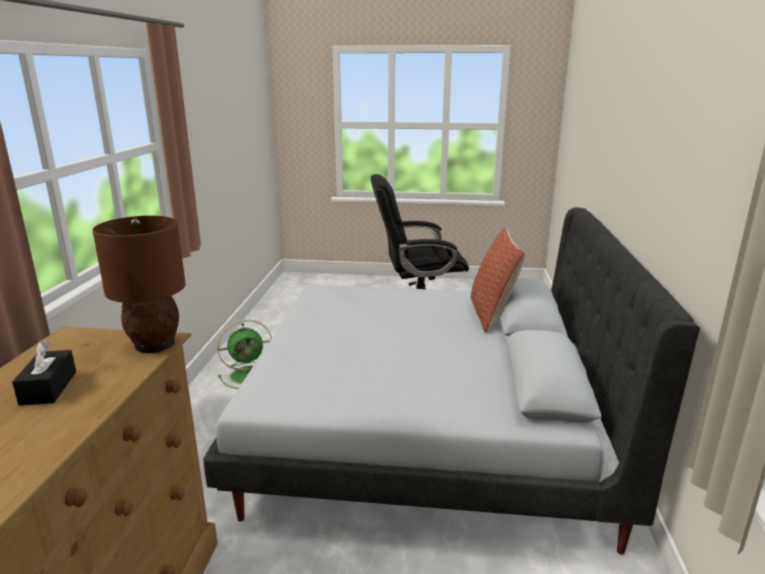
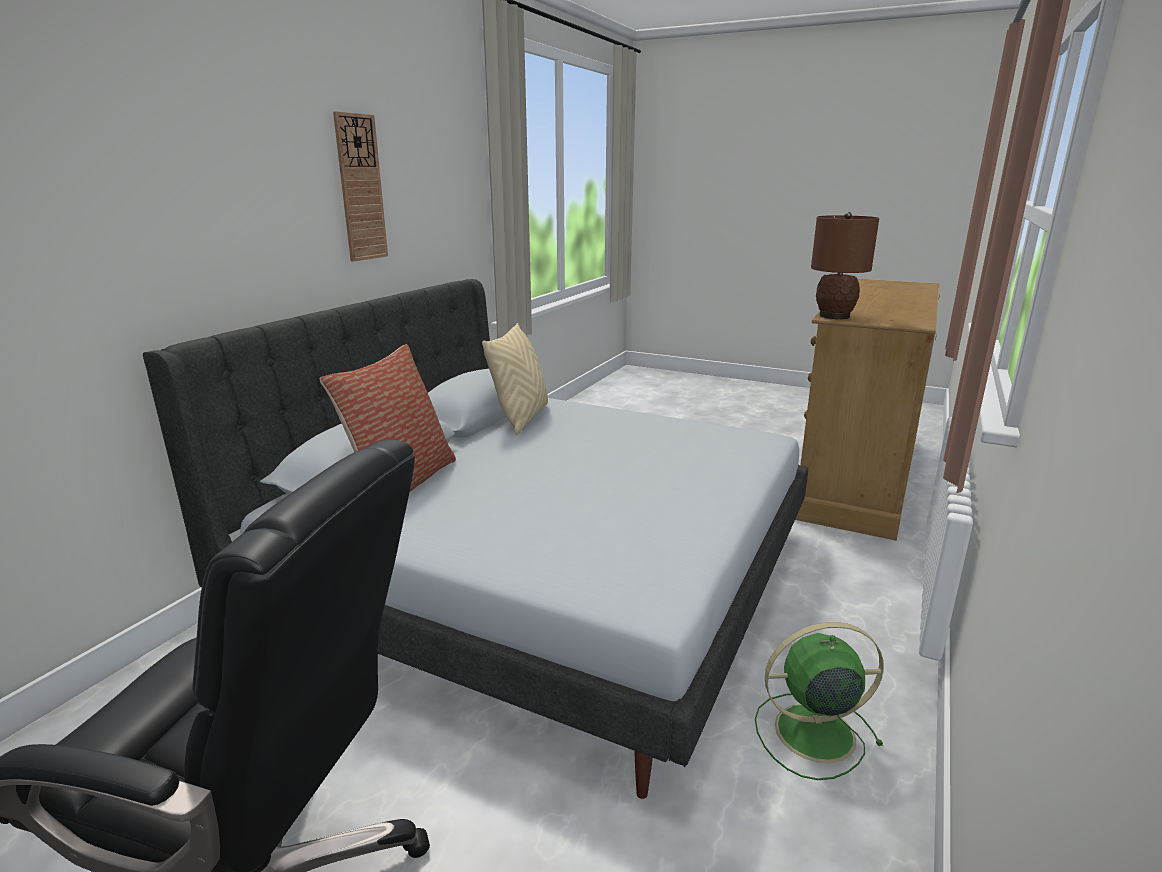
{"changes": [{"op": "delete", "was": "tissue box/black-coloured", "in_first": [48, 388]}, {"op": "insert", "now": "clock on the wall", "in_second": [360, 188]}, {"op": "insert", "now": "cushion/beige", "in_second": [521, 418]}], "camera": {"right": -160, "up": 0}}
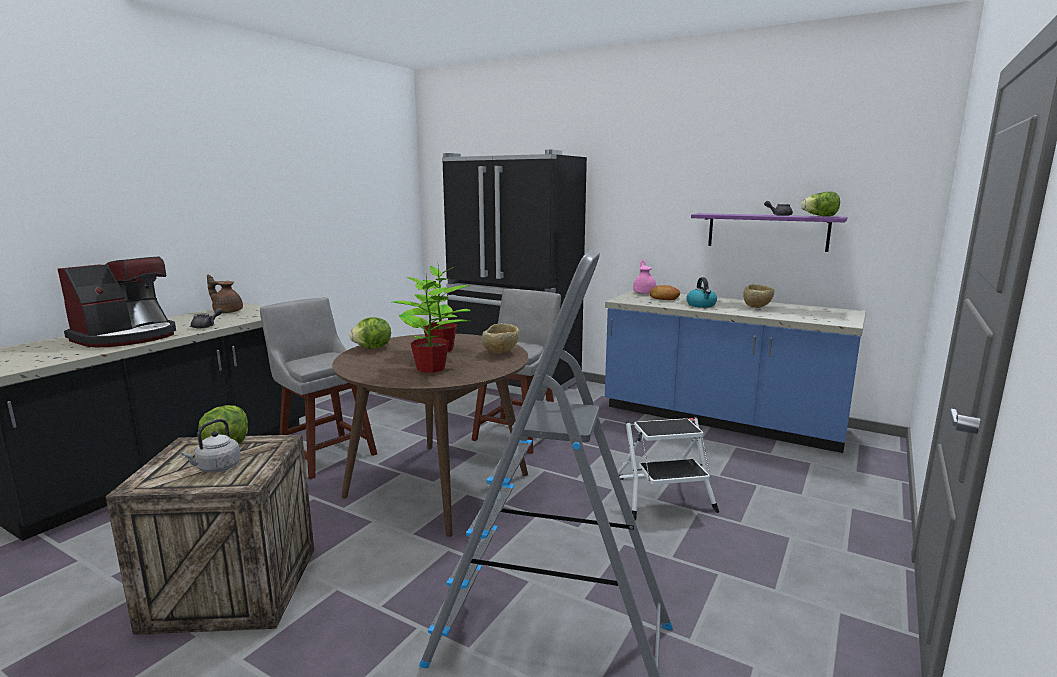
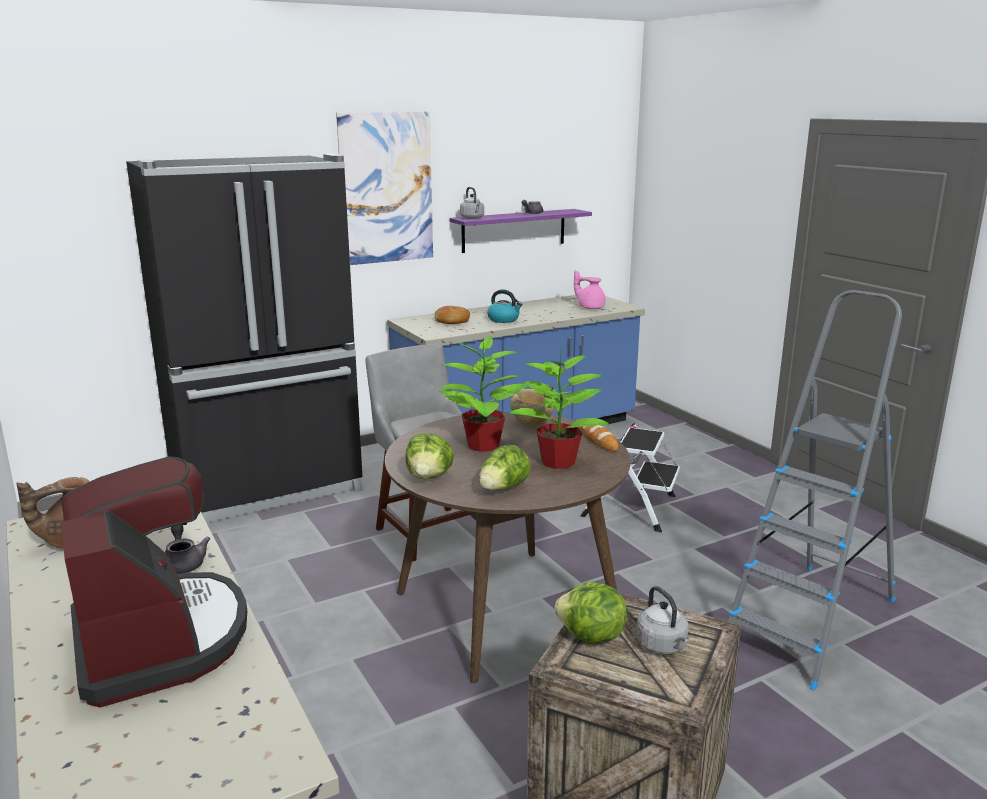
{"changes": [{"op": "move", "was": "head of lettuce", "in_first": [819, 216], "in_second": [503, 489]}, {"op": "move", "was": "teapot/pinkish", "in_first": [644, 292], "in_second": [590, 307]}, {"op": "delete", "was": "deep dish/beige", "in_first": [757, 307]}, {"op": "delete", "was": "upright chair/grey", "in_first": [325, 454]}, {"op": "insert", "now": "picture", "in_second": [386, 188]}, {"op": "insert", "now": "kettle/grey", "in_second": [472, 218]}, {"op": "insert", "now": "baked bread", "in_second": [598, 439]}], "camera": {"right": -60, "up": 5}}
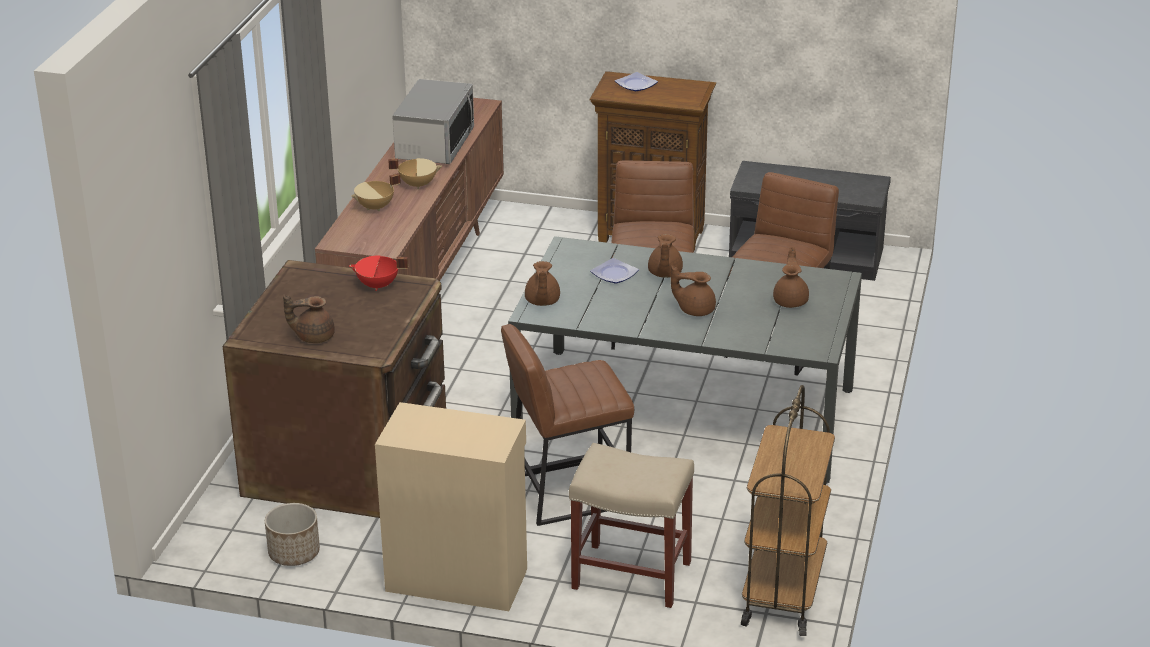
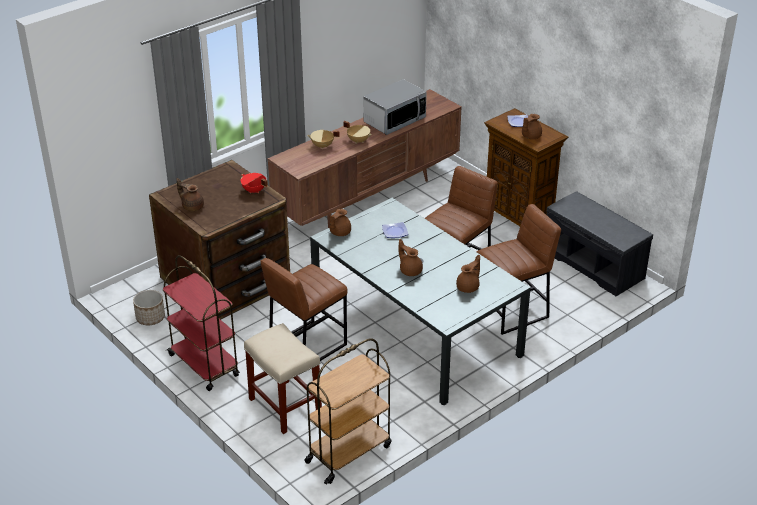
{"changes": [{"op": "move", "was": "teapot/brownish", "in_first": [664, 273], "in_second": [530, 136]}, {"op": "rotate", "was": "upright chair/brownish", "in_first": [567, 492], "in_second": [307, 346], "clockwise": -60}, {"op": "replace", "was": "storage cabinet/beige", "now": "wheeled cart/reddish", "in_first": [456, 578], "in_second": [204, 366]}], "camera": {"right": 35, "up": 5}}
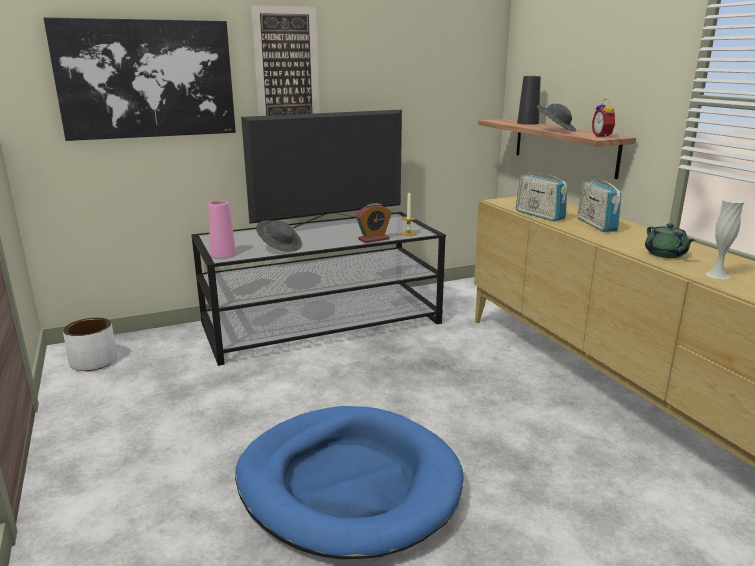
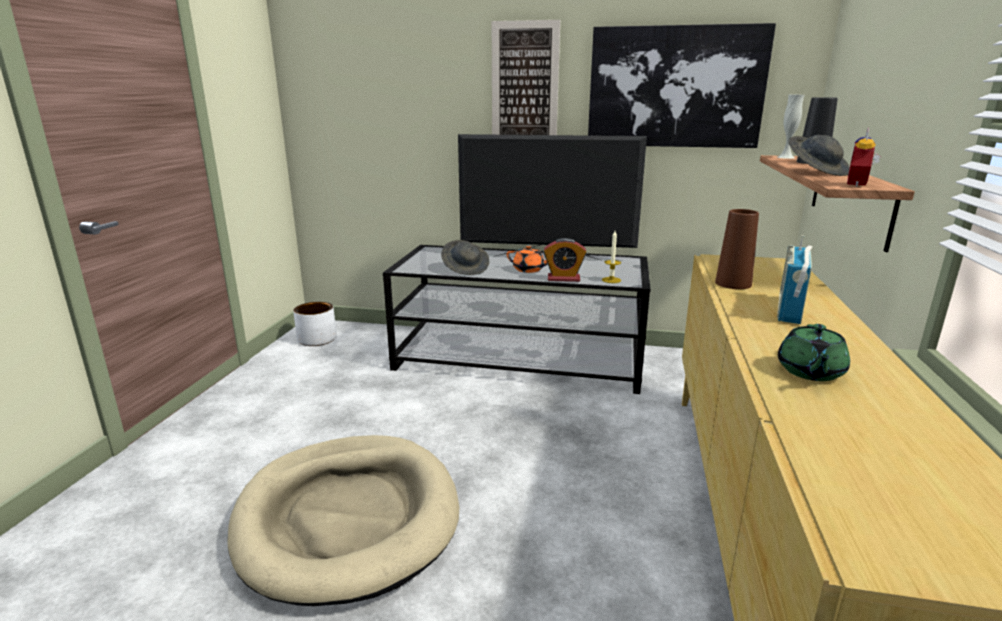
{"changes": [{"op": "move", "was": "picture", "in_first": [147, 79], "in_second": [675, 87]}, {"op": "replace", "was": "radio", "now": "flower vase/brownish", "in_first": [539, 215], "in_second": [733, 283]}, {"op": "move", "was": "flower vase/whitish", "in_first": [717, 275], "in_second": [785, 157]}, {"op": "delete", "was": "flower vase/pinkish", "in_first": [223, 254]}, {"op": "recolor", "was": "dog bed/bluish", "now": "dog bed/beige", "in_first": [348, 484], "in_second": [348, 518]}, {"op": "insert", "now": "teapot/orangey", "in_second": [529, 270]}], "camera": {"right": 35, "up": 0}}
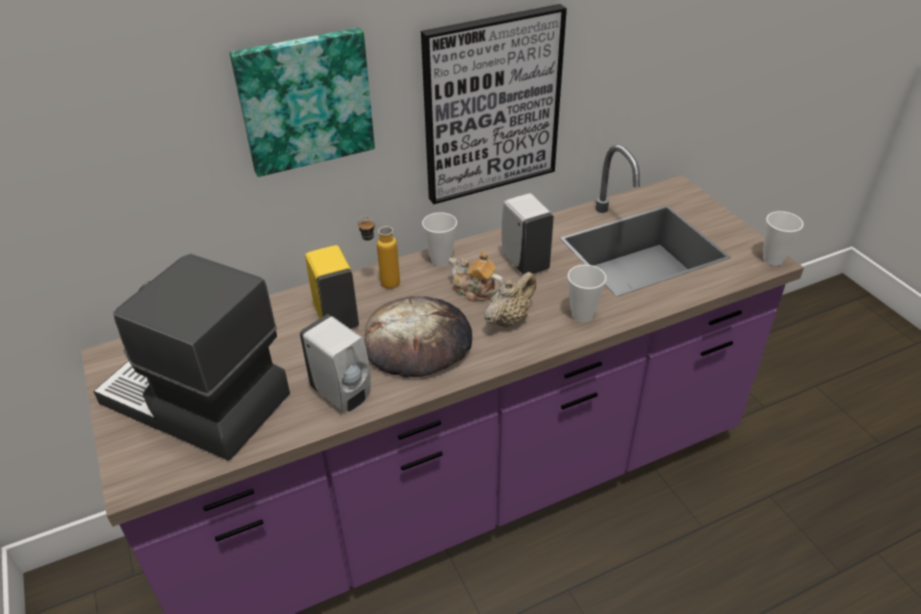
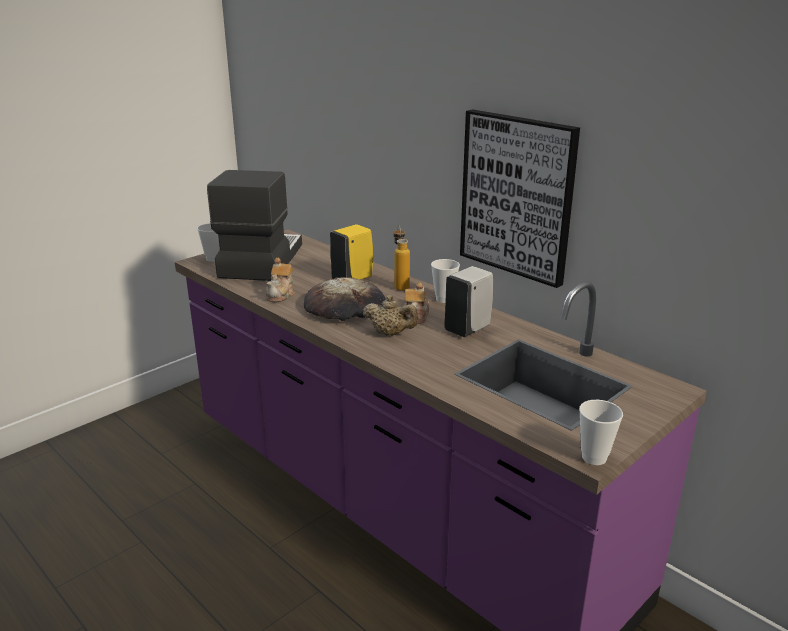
{"changes": [{"op": "delete", "was": "picture", "in_first": [305, 101]}, {"op": "move", "was": "cup", "in_first": [582, 315], "in_second": [213, 259]}, {"op": "replace", "was": "soap bottle/whitish", "now": "teapot", "in_first": [343, 395], "in_second": [281, 295]}], "camera": {"right": 70, "up": -15}}
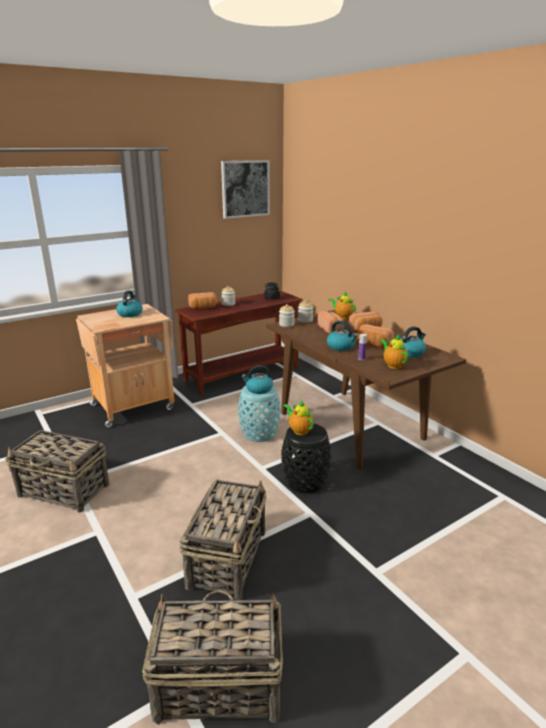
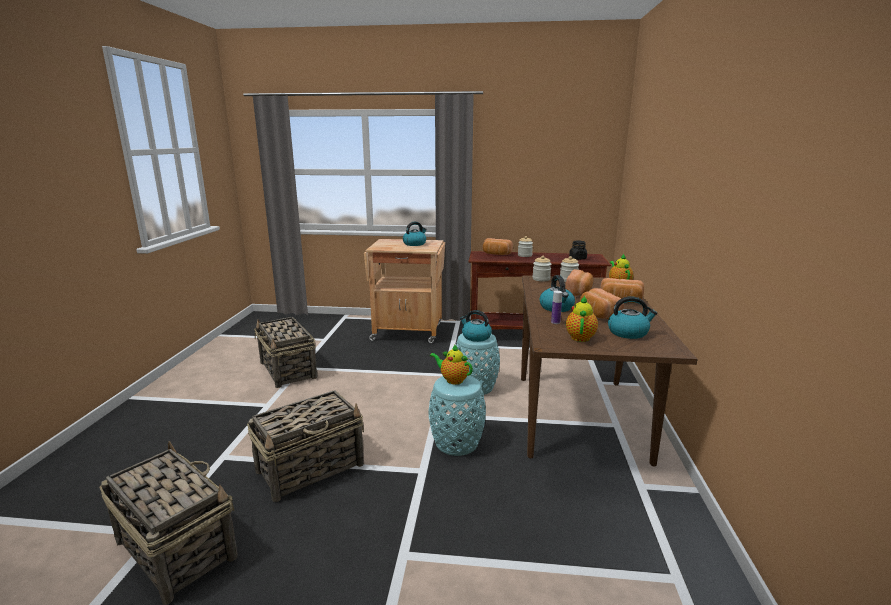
{"changes": [{"op": "delete", "was": "picture", "in_first": [245, 189]}, {"op": "rotate", "was": "teapot", "in_first": [299, 430], "in_second": [452, 380], "clockwise": -60}, {"op": "recolor", "was": "stool seat/black-coloured", "now": "stool seat/turquoise", "in_first": [305, 482], "in_second": [456, 443]}], "camera": {"right": 40, "up": -5}}
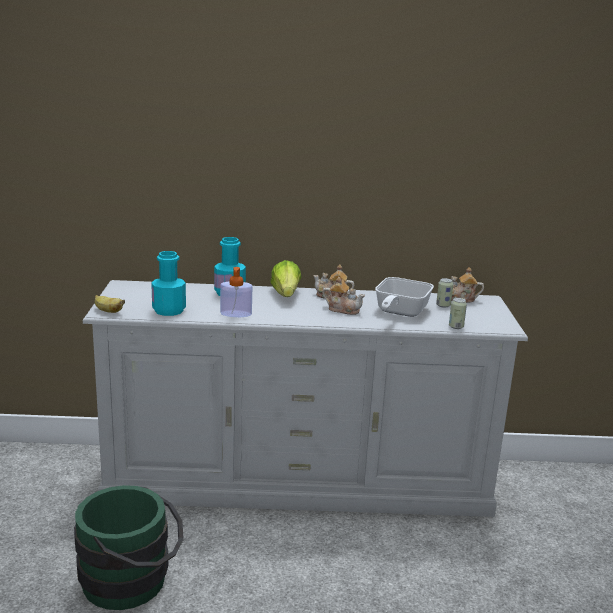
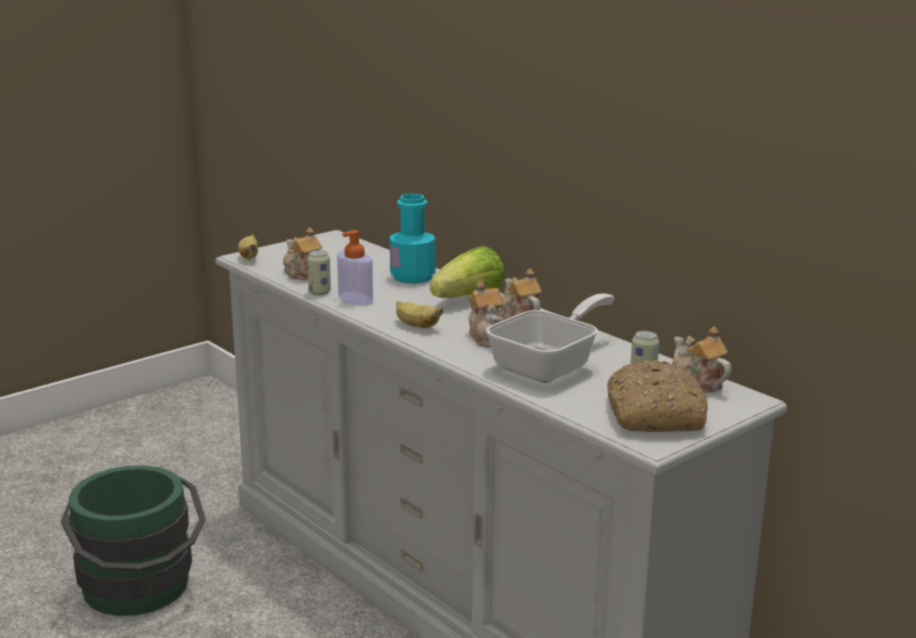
{"changes": [{"op": "replace", "was": "beverage bottle/turquoise", "now": "teapot", "in_first": [169, 310], "in_second": [302, 274]}, {"op": "rotate", "was": "pan", "in_first": [399, 312], "in_second": [551, 365], "clockwise": 150}, {"op": "move", "was": "can", "in_first": [456, 327], "in_second": [319, 292]}, {"op": "insert", "now": "banana fruit", "in_second": [416, 326]}, {"op": "insert", "now": "baked bread", "in_second": [652, 414]}], "camera": {"right": 50, "up": 0}}
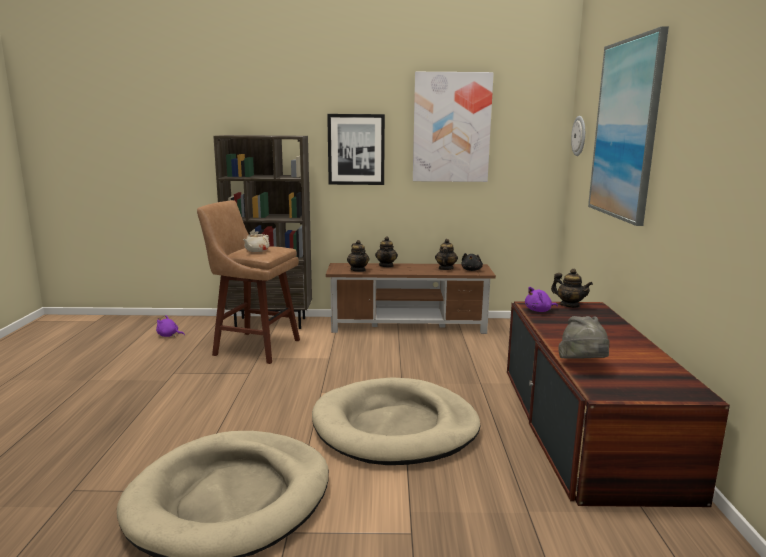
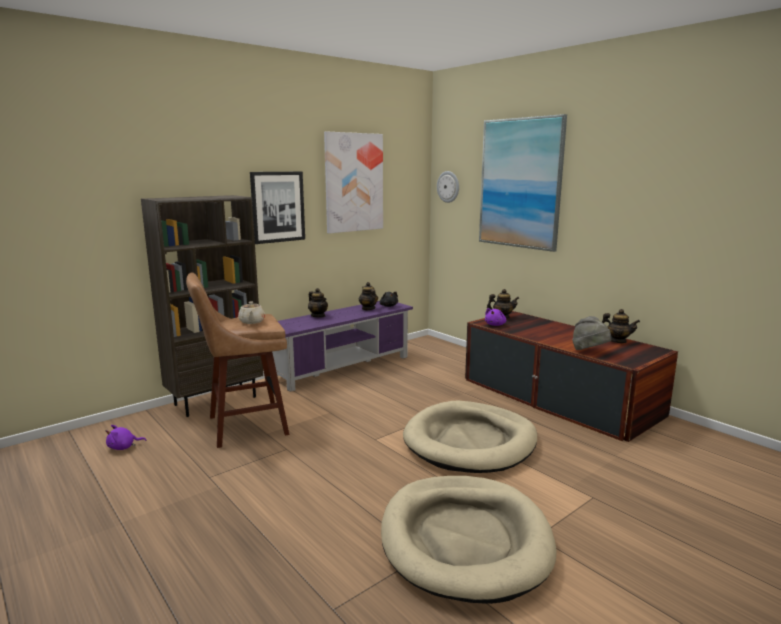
{"changes": [{"op": "move", "was": "teapot", "in_first": [358, 270], "in_second": [617, 341]}, {"op": "recolor", "was": "media console/brownish", "now": "media console/purplish", "in_first": [408, 326], "in_second": [343, 368]}], "camera": {"right": -40, "up": 0}}
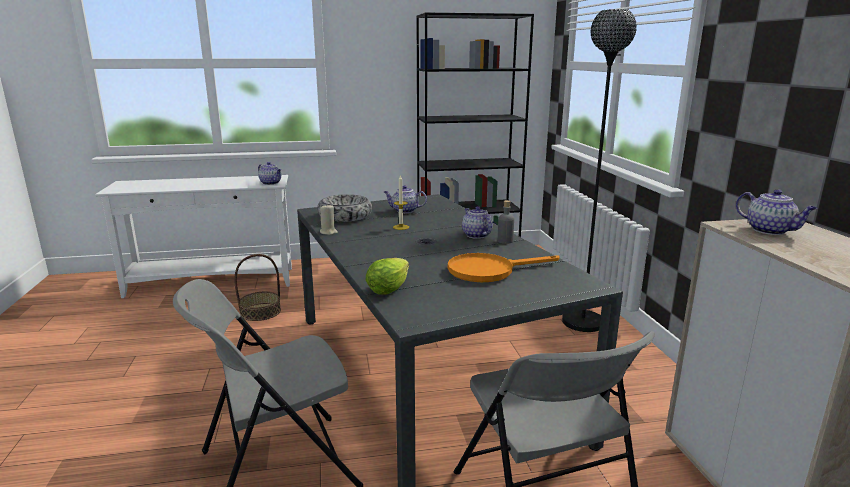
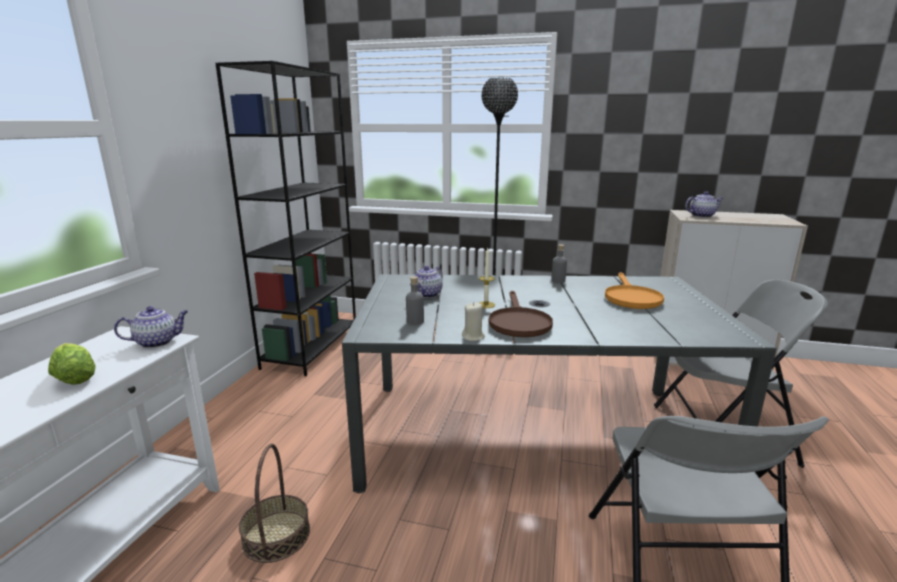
{"changes": [{"op": "replace", "was": "deep dish", "now": "beverage bottle/grey", "in_first": [345, 216], "in_second": [415, 321]}, {"op": "delete", "was": "teapot", "in_first": [476, 235]}, {"op": "move", "was": "head of lettuce", "in_first": [391, 287], "in_second": [76, 375]}, {"op": "insert", "now": "pan/brownish", "in_second": [518, 322]}], "camera": {"right": -65, "up": 0}}
